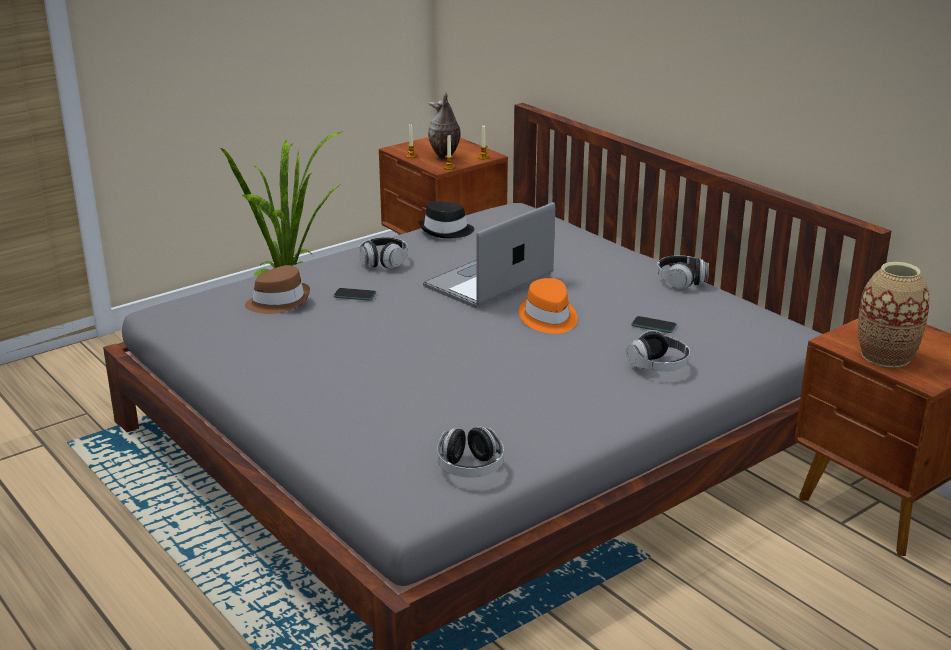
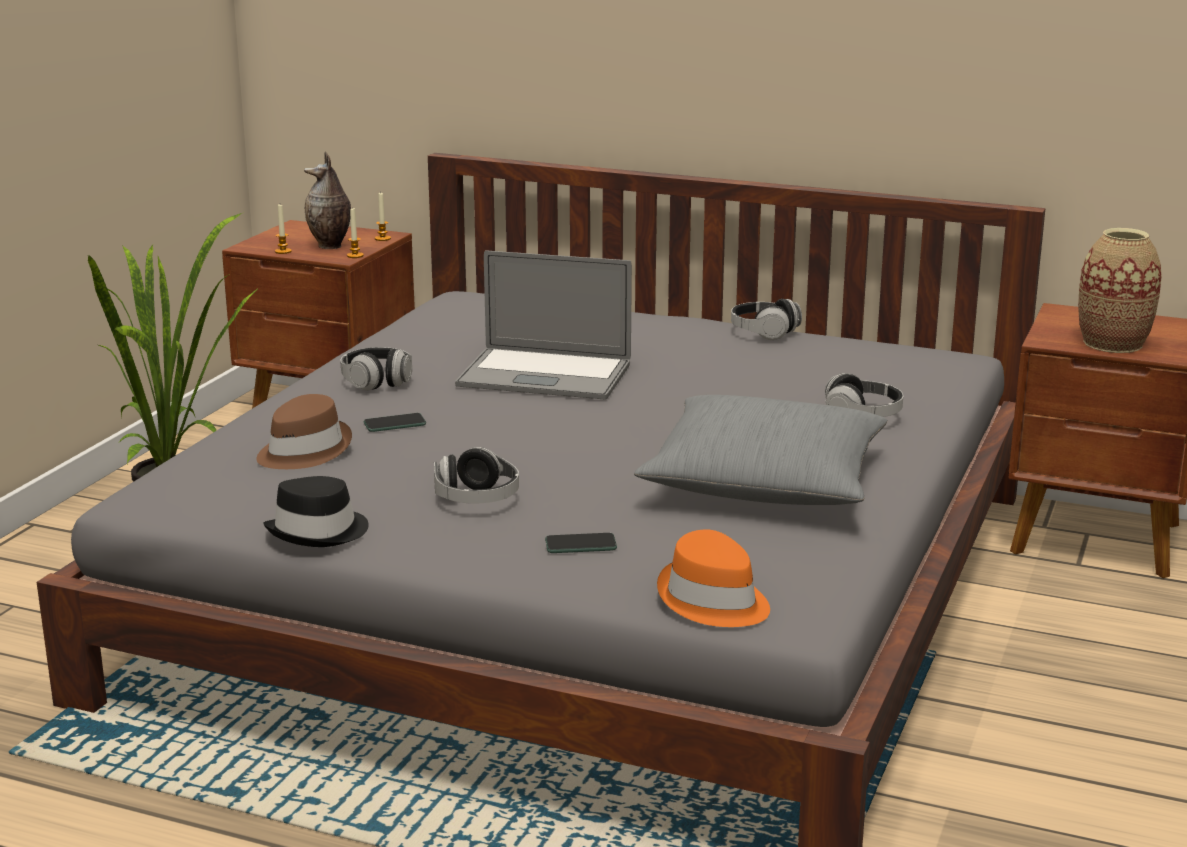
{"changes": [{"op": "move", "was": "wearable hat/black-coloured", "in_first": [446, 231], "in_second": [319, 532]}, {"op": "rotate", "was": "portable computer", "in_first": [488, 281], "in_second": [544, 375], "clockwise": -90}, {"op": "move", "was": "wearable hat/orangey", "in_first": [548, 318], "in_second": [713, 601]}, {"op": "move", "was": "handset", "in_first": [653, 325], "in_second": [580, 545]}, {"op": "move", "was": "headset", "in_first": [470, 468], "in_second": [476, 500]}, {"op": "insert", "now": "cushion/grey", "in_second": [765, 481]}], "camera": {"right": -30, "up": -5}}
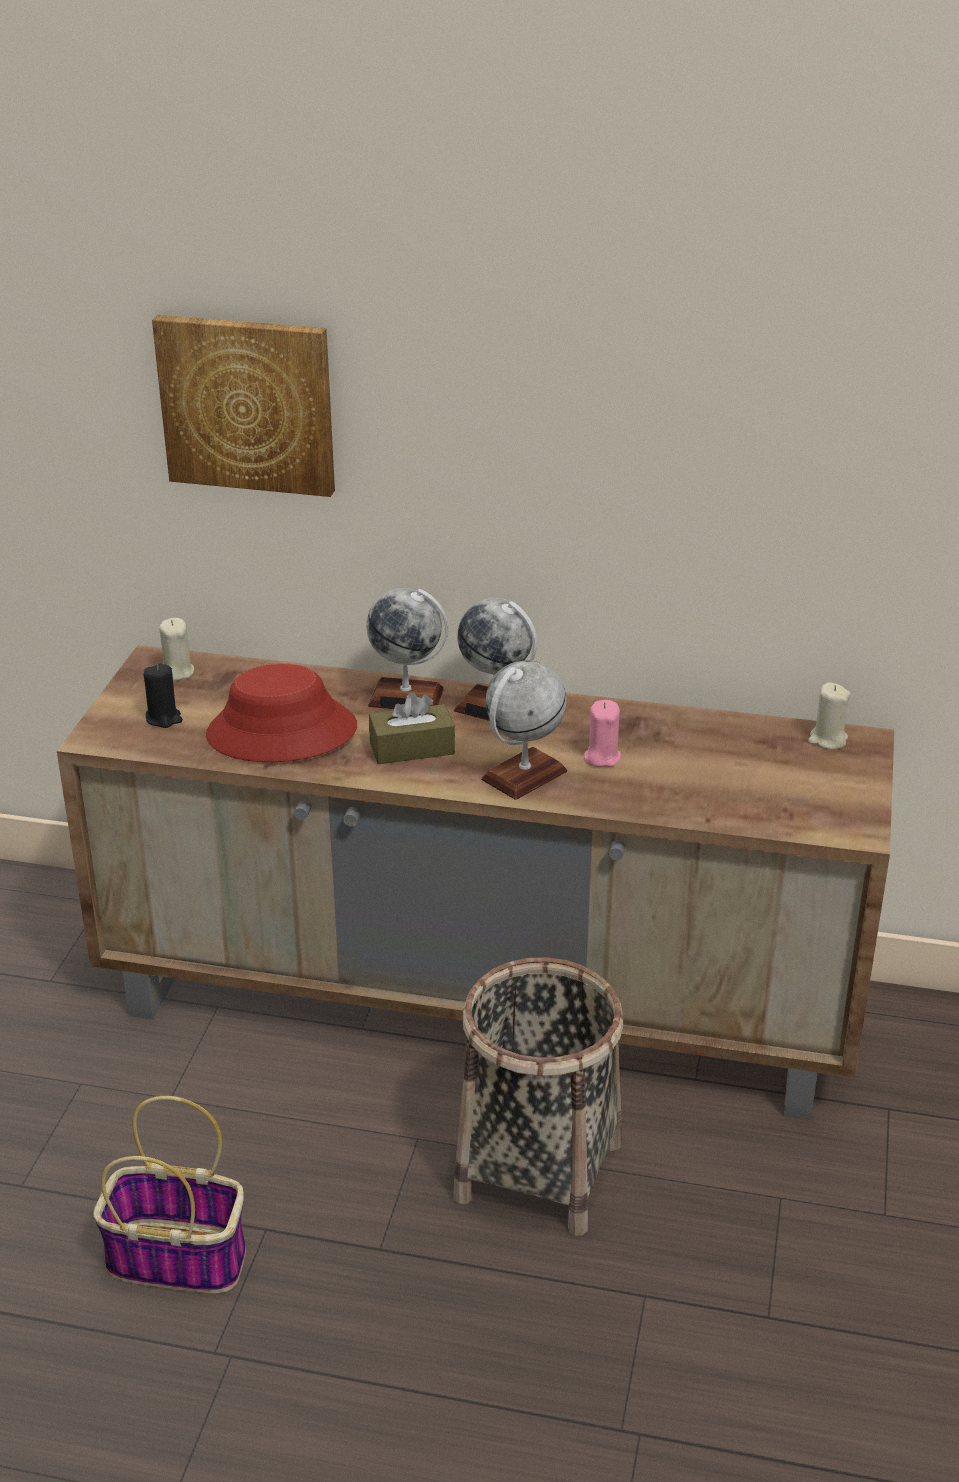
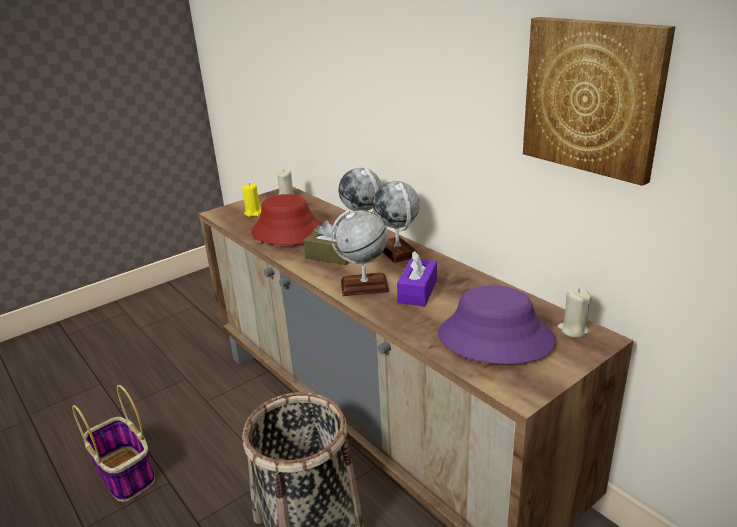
{"changes": [{"op": "move", "was": "picture", "in_first": [248, 404], "in_second": [593, 97]}, {"op": "recolor", "was": "candle/black-coloured", "now": "candle/yellow", "in_first": [164, 718], "in_second": [253, 213]}, {"op": "replace", "was": "candle/pinkish", "now": "tissue box/purplish", "in_first": [602, 757], "in_second": [417, 291]}, {"op": "insert", "now": "wearable hat/purplish", "in_second": [495, 338]}], "camera": {"right": 40, "up": -5}}
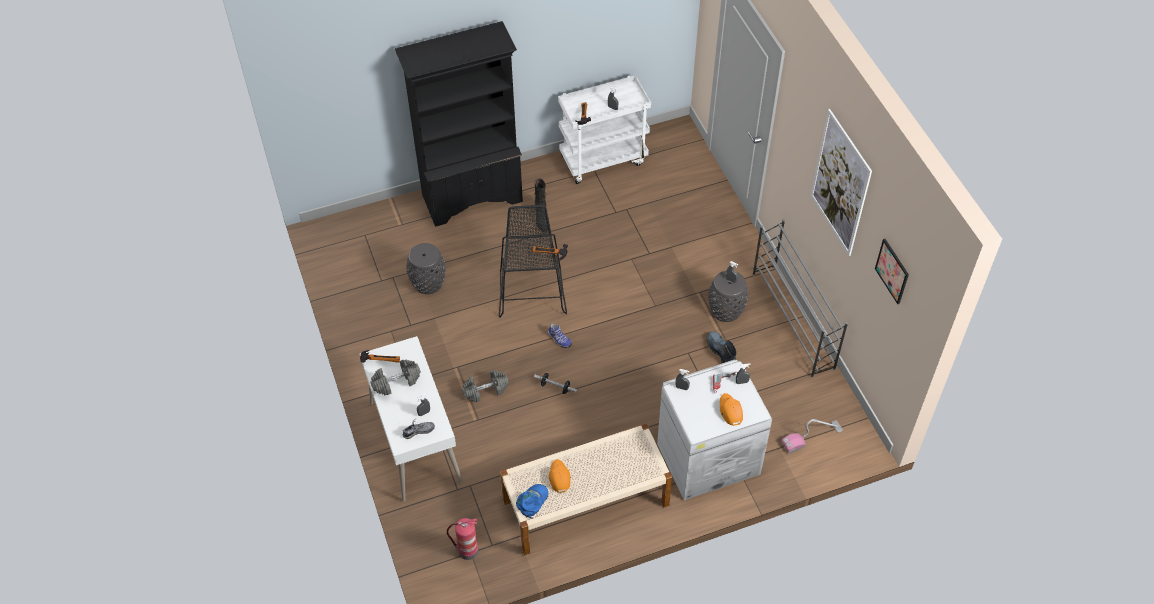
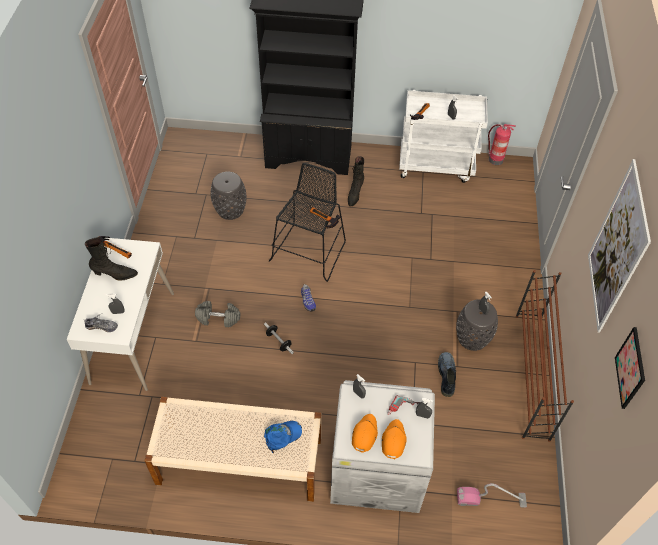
{"changes": [{"op": "recolor", "was": "shoe stand/grey", "now": "shoe stand/brownish", "in_first": [792, 321], "in_second": [531, 375]}, {"op": "replace", "was": "dumbbell/grey", "now": "boot/black-coloured", "in_first": [396, 382], "in_second": [115, 274]}, {"op": "move", "was": "peaked cap/orangey", "in_first": [559, 477], "in_second": [364, 434]}, {"op": "move", "was": "peaked cap/bluish", "in_first": [532, 501], "in_second": [282, 436]}, {"op": "move", "was": "extinguisher", "in_first": [467, 551], "in_second": [495, 160]}], "camera": {"right": 25, "up": 0}}
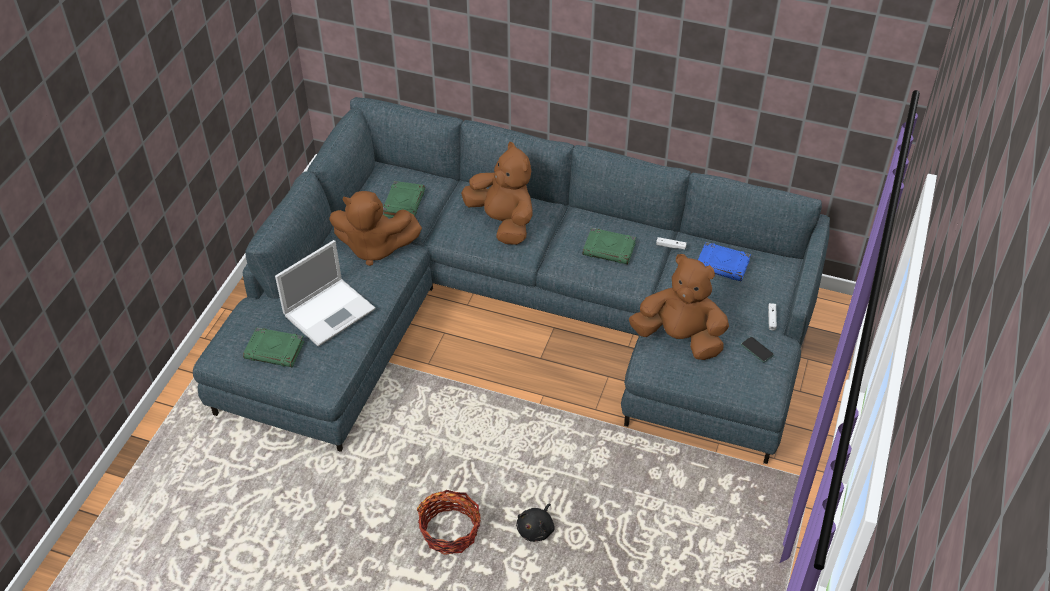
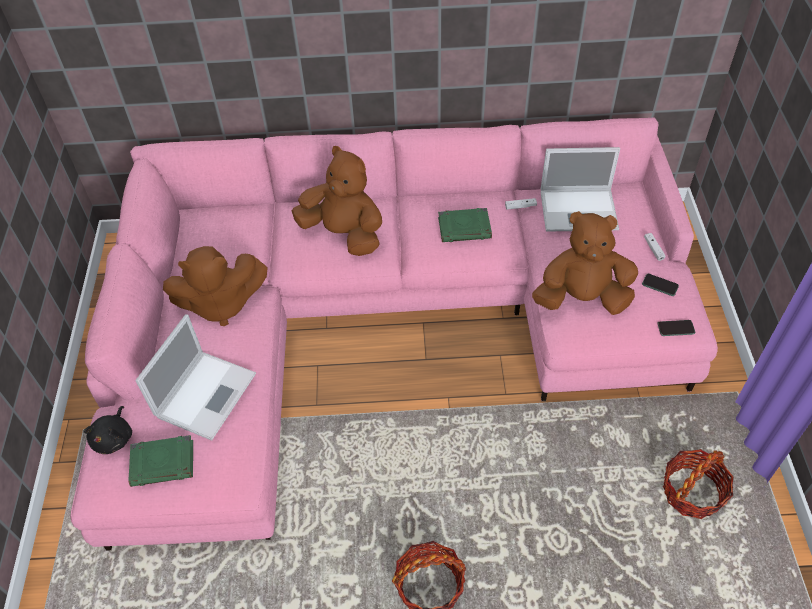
{"changes": [{"op": "recolor", "was": "settee/bluish", "now": "settee/pinkish", "in_first": [515, 314], "in_second": [378, 322]}, {"op": "delete", "was": "volume/green", "in_first": [403, 203]}, {"op": "replace", "was": "volume/bluish", "now": "portable computer", "in_first": [723, 265], "in_second": [580, 210]}, {"op": "move", "was": "cuddly toy/black-coloured", "in_first": [536, 529], "in_second": [114, 438]}, {"op": "insert", "now": "handset", "in_second": [676, 328]}, {"op": "insert", "now": "basket", "in_second": [691, 492]}], "camera": {"right": -20, "up": 5}}
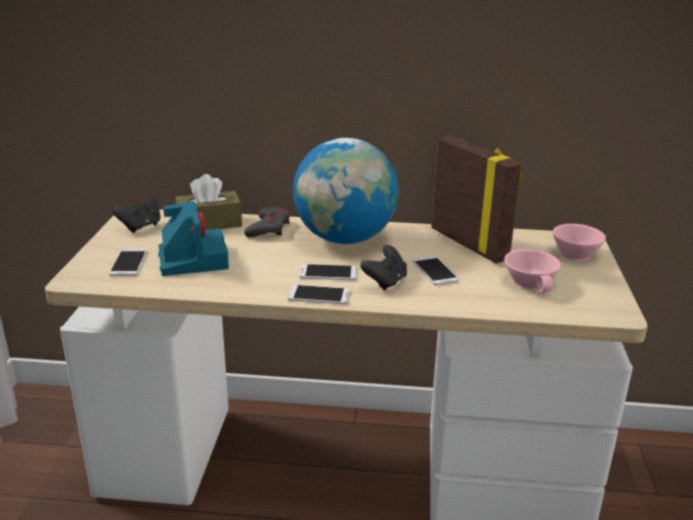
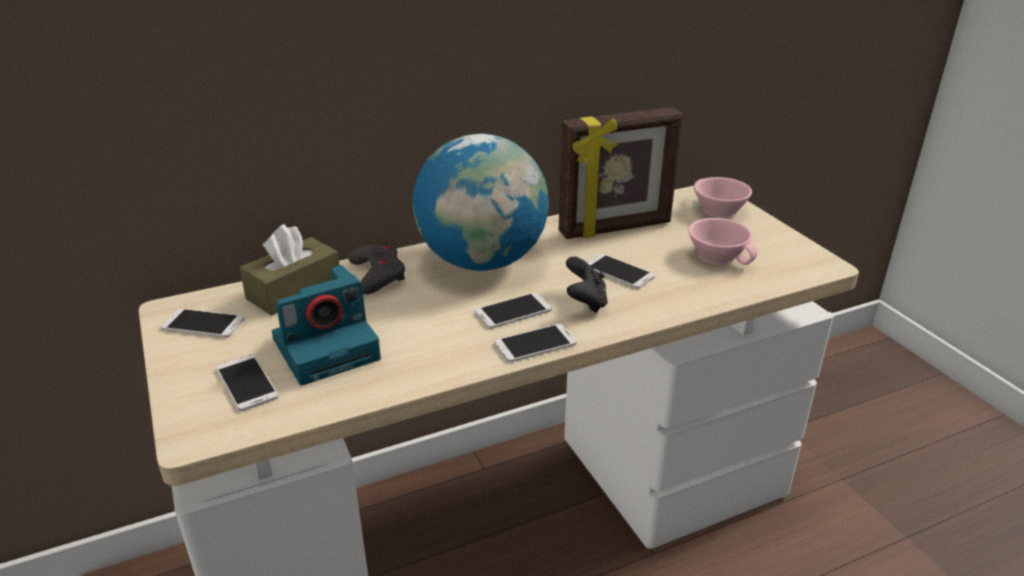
{"changes": [{"op": "rotate", "was": "standing frame", "in_first": [470, 244], "in_second": [615, 228], "clockwise": 135}, {"op": "replace", "was": "gamepad/black-coloured", "now": "handset", "in_first": [140, 227], "in_second": [203, 324]}, {"op": "rotate", "was": "photo camera", "in_first": [192, 258], "in_second": [328, 347], "clockwise": 105}], "camera": {"right": -30, "up": 5}}
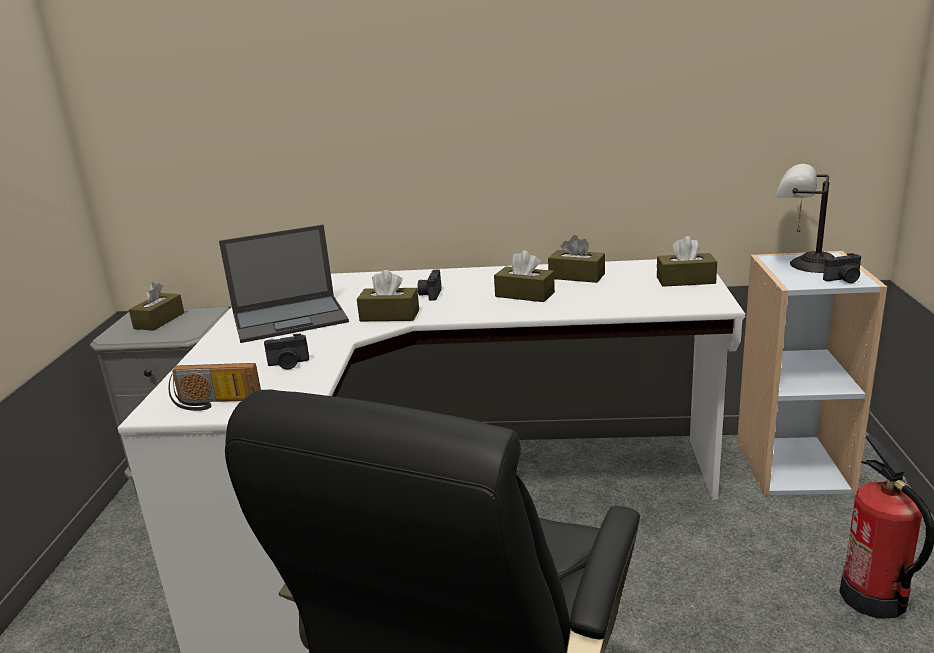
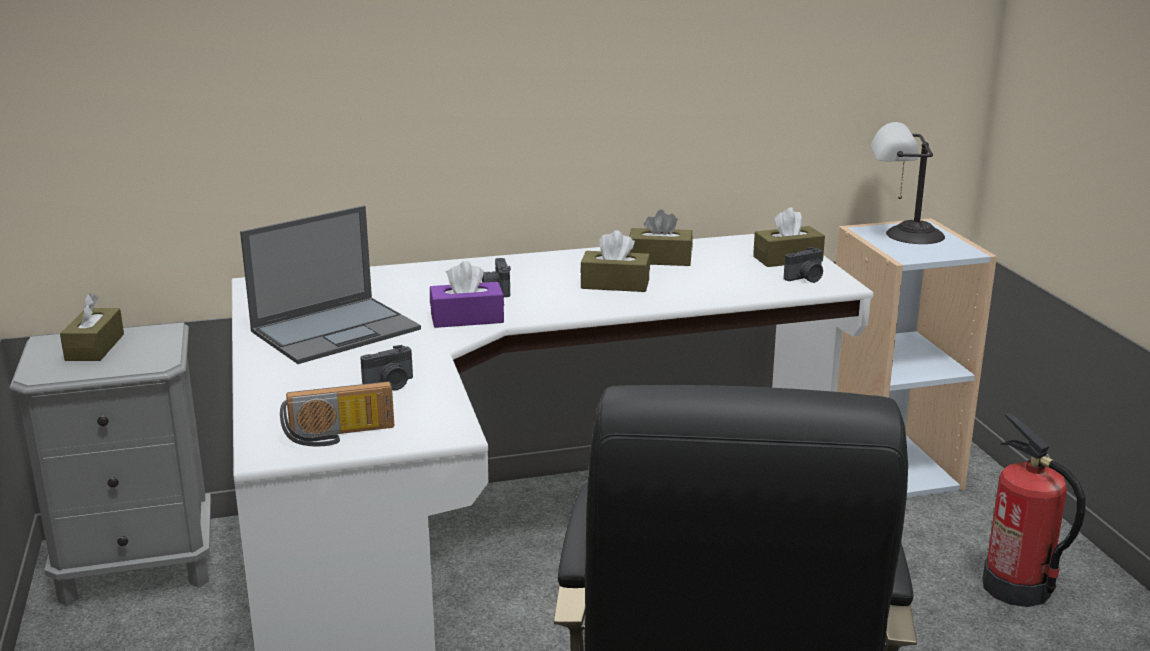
{"changes": [{"op": "move", "was": "photo camera", "in_first": [844, 280], "in_second": [806, 278]}, {"op": "recolor", "was": "tissue box/brownish", "now": "tissue box/purplish", "in_first": [389, 315], "in_second": [467, 318]}], "camera": {"right": -20, "up": 0}}
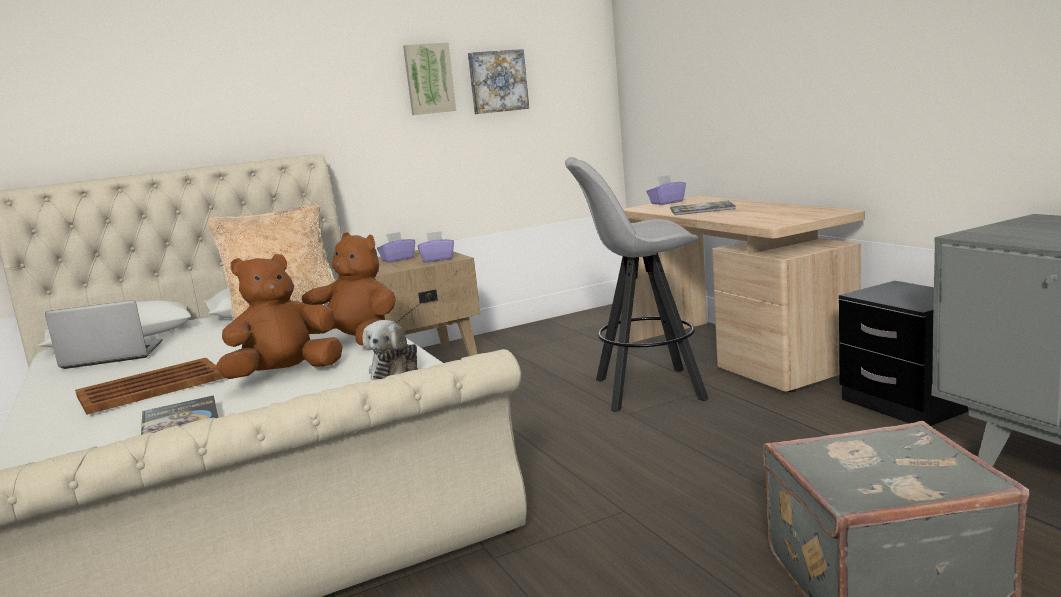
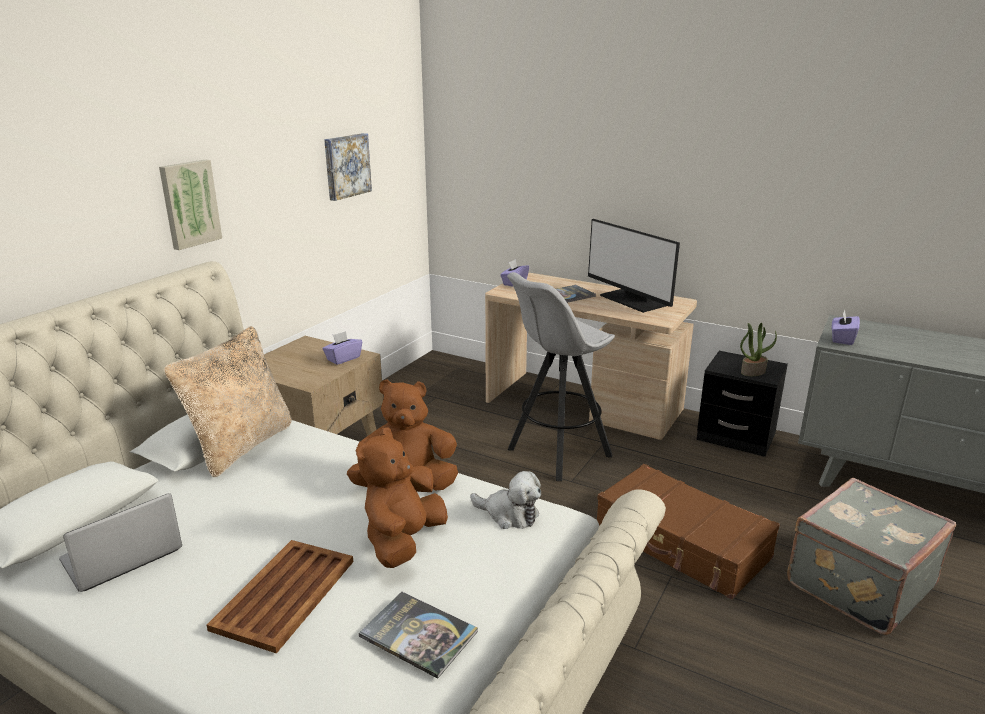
{"changes": [{"op": "move", "was": "picture", "in_first": [429, 79], "in_second": [189, 204]}, {"op": "move", "was": "tissue box/purplish", "in_first": [397, 259], "in_second": [842, 339]}, {"op": "rotate", "was": "cuddly toy", "in_first": [396, 370], "in_second": [509, 514], "clockwise": -45}, {"op": "insert", "now": "monitor", "in_second": [632, 300]}, {"op": "insert", "now": "houseplant", "in_second": [753, 371]}, {"op": "insert", "now": "piece of luggage/brownish", "in_second": [681, 543]}], "camera": {"right": -35, "up": 10}}
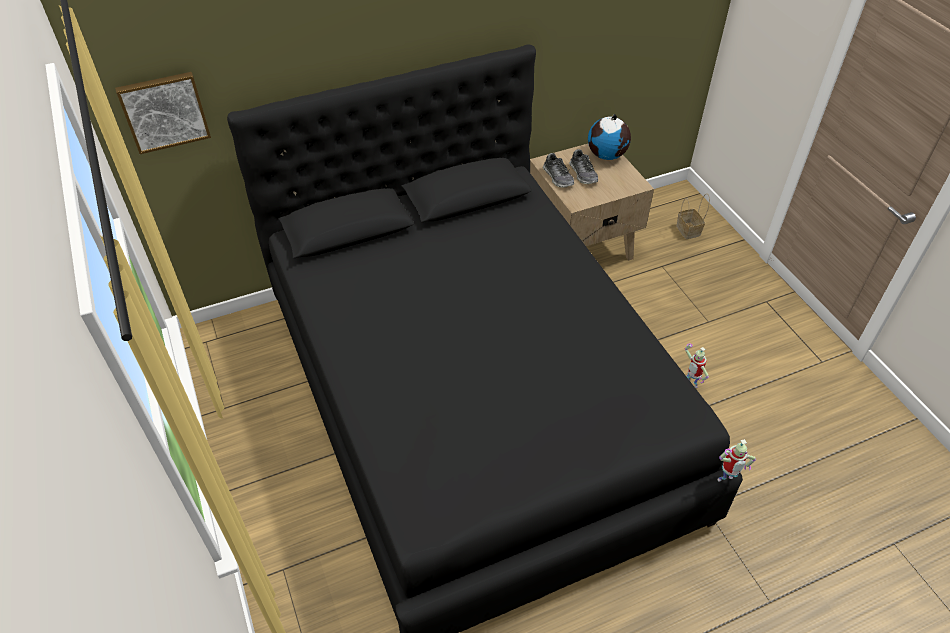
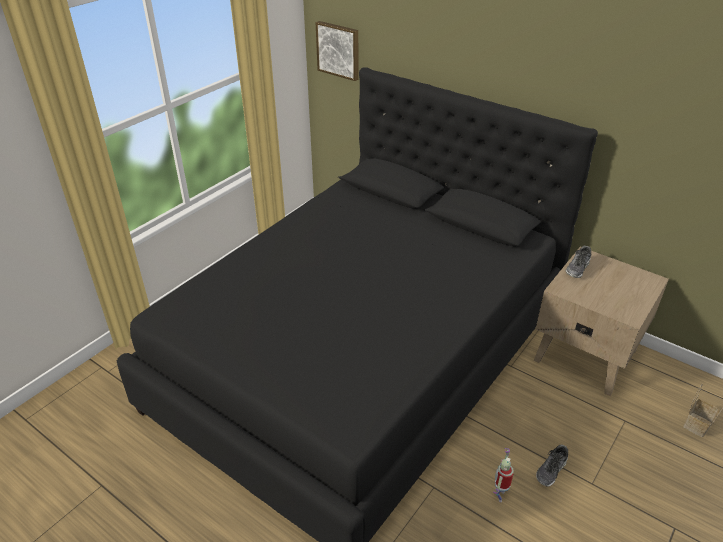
{"changes": [{"op": "delete", "was": "world globe", "in_first": [607, 155]}, {"op": "move", "was": "shoe", "in_first": [583, 174], "in_second": [551, 470]}, {"op": "delete", "was": "model robot", "in_first": [725, 480]}], "camera": {"right": 60, "up": -10}}
